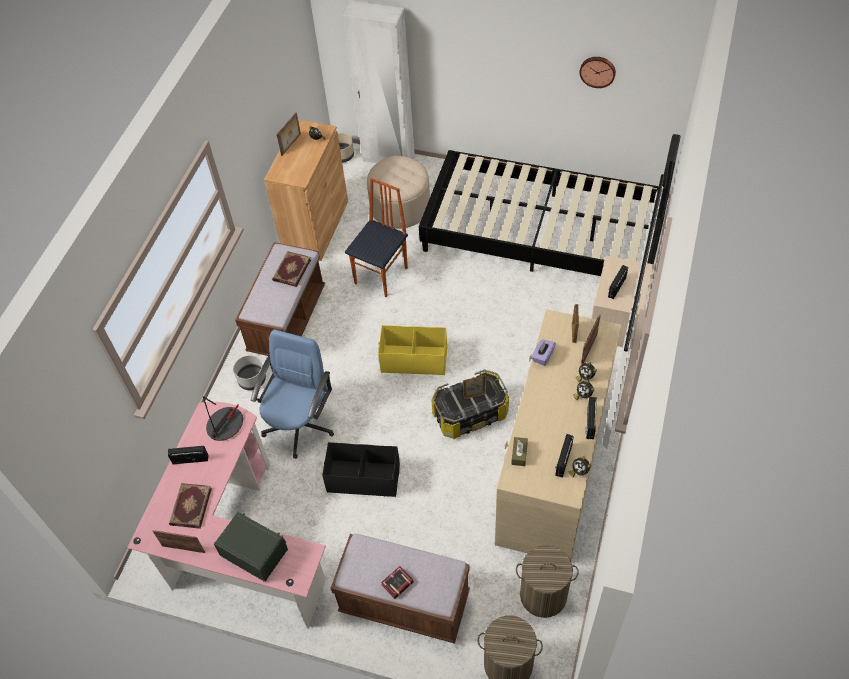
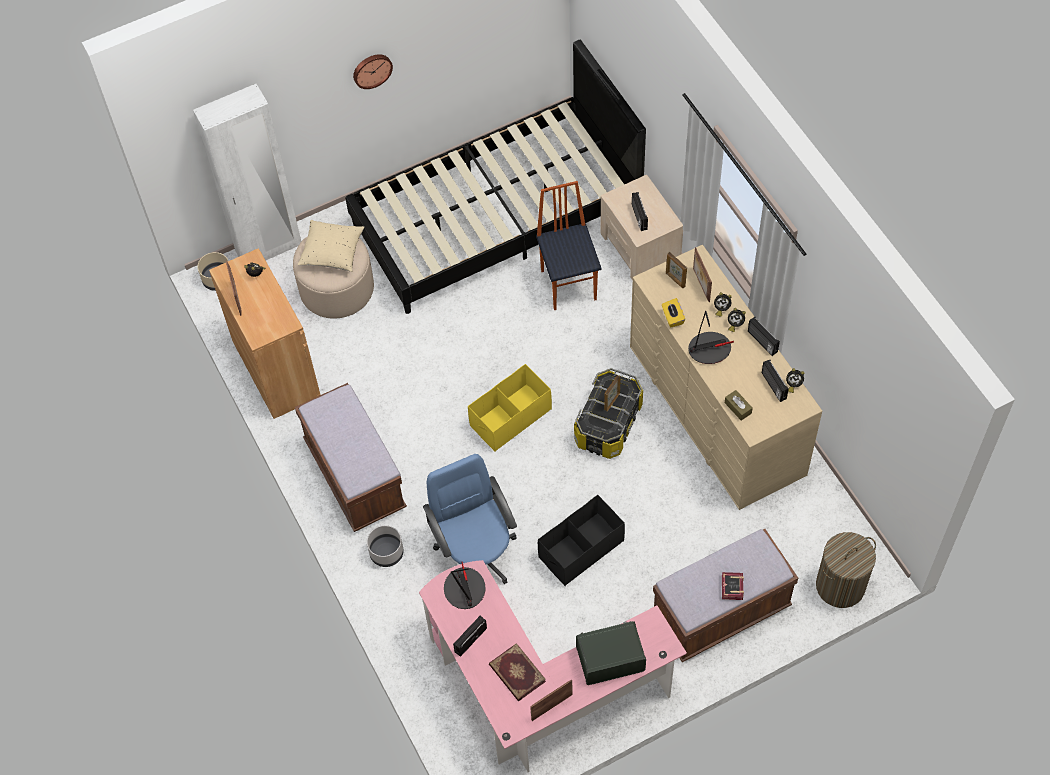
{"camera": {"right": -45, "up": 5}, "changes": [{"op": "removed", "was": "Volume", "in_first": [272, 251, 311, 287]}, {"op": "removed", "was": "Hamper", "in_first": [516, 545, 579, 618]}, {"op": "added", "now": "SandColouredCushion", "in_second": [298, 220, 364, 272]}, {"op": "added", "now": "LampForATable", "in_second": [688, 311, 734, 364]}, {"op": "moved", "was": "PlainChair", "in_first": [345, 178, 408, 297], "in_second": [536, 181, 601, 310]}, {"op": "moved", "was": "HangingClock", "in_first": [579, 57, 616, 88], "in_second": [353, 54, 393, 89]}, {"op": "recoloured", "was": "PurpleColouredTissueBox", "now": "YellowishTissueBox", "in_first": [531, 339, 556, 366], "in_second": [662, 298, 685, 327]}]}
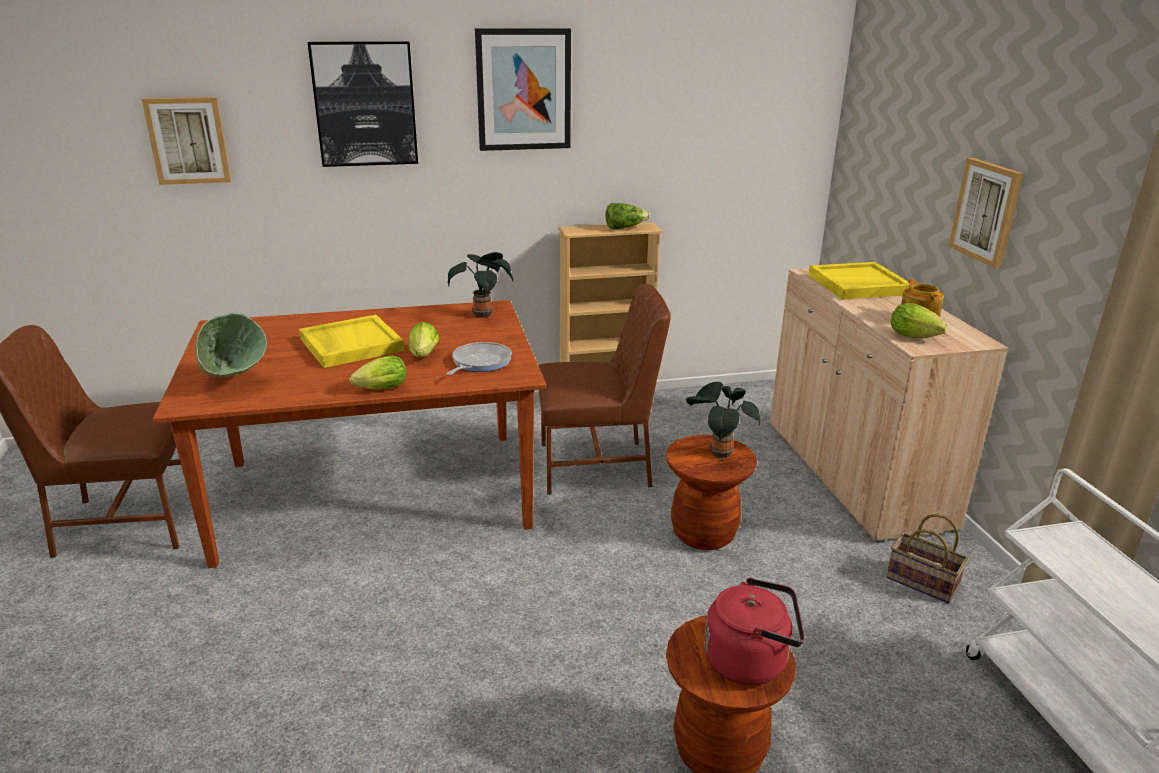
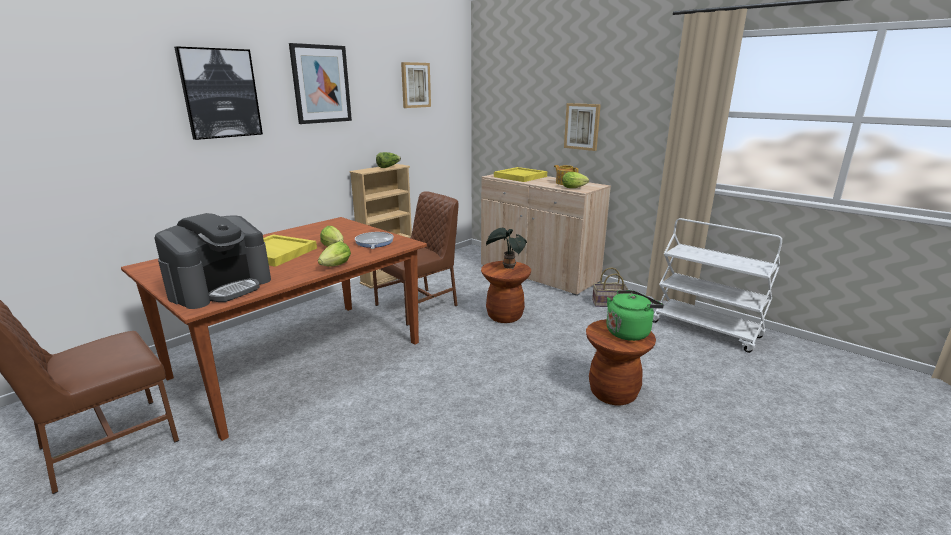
{"camera": {"right": -35, "up": -5}, "changes": [{"op": "removed", "was": "PottedPlant", "in_first": [448, 252, 513, 318]}, {"op": "moved", "was": "WallPicture", "in_first": [142, 97, 231, 185], "in_second": [401, 62, 431, 108]}, {"op": "replaced", "was": "GreenColouredDeepDish", "now": "CoffeeMaker", "in_first": [195, 313, 267, 378], "in_second": [155, 213, 271, 309]}, {"op": "recoloured", "was": "ReddishWaterKettle", "now": "GreenColouredWaterKettle", "in_first": [704, 578, 804, 685], "in_second": [606, 290, 664, 341]}]}
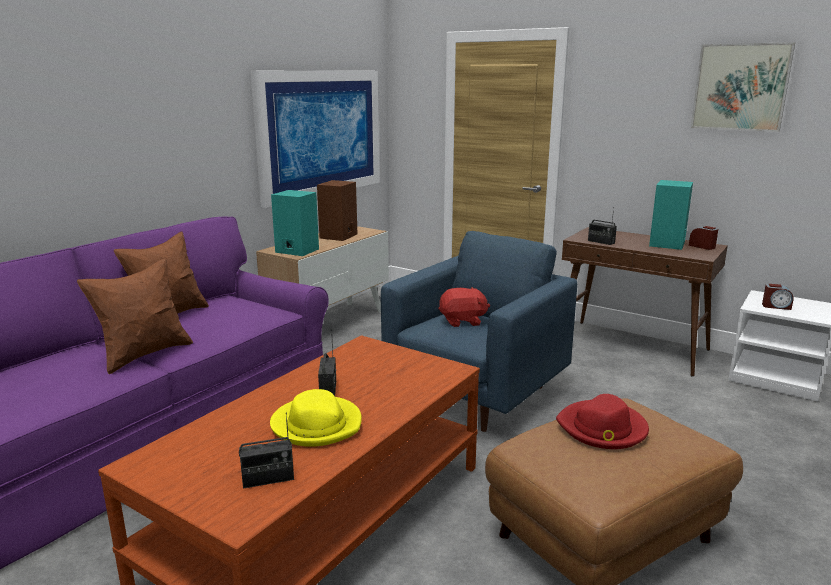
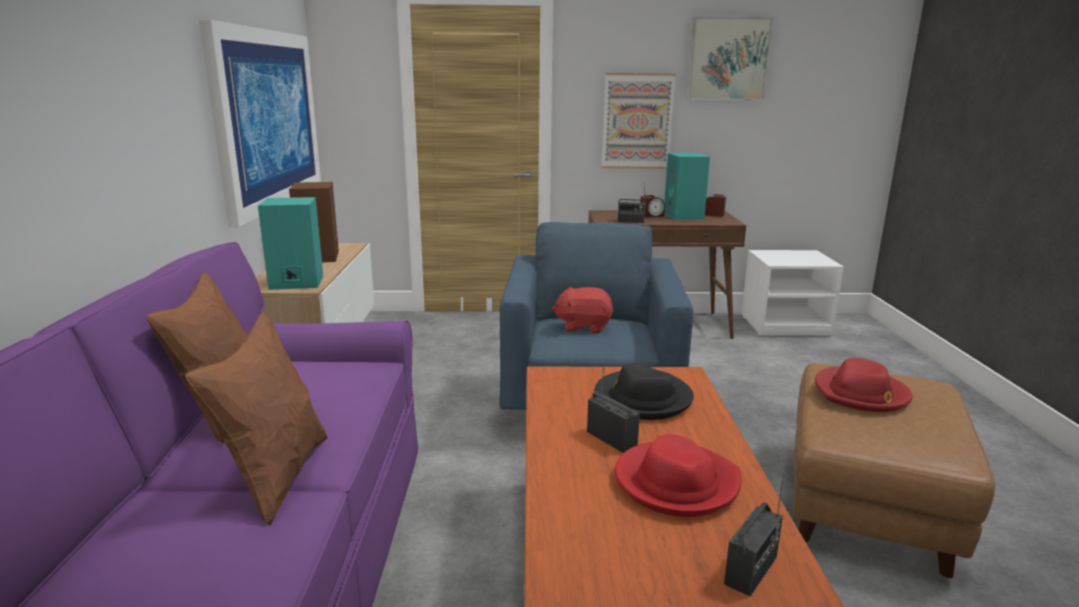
{"camera": {"right": -35, "up": 0}, "changes": [{"op": "added", "now": "BlackColouredClothingHat", "in_second": [595, 363, 694, 420]}, {"op": "added", "now": "WallPicture", "in_second": [602, 73, 676, 169]}, {"op": "moved", "was": "TableClock", "in_first": [762, 284, 794, 310], "in_second": [640, 195, 665, 217]}, {"op": "recoloured", "was": "YellowishClothingHat", "now": "ReddishClothingHat", "in_first": [270, 389, 362, 447], "in_second": [615, 434, 742, 517]}, {"op": "turned", "was": "ReddishPlushToy", "in_first": [439, 287, 490, 327], "in_second": [552, 287, 614, 333], "clockwise": -135}]}
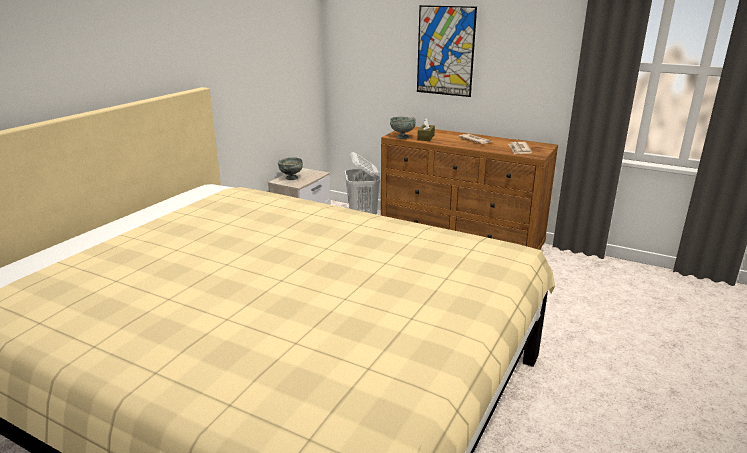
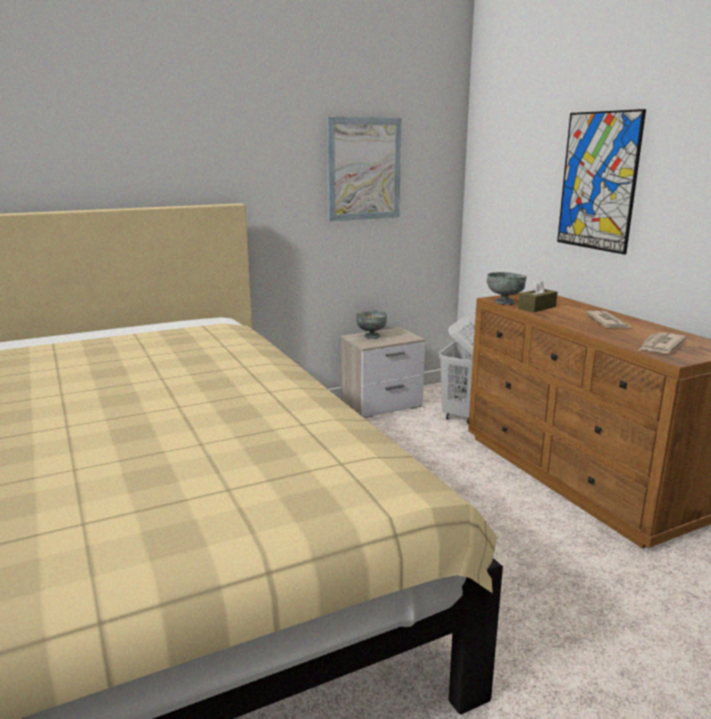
{"camera": {"right": 35, "up": -5}, "changes": [{"op": "added", "now": "WallPicture", "in_second": [327, 117, 402, 221]}]}
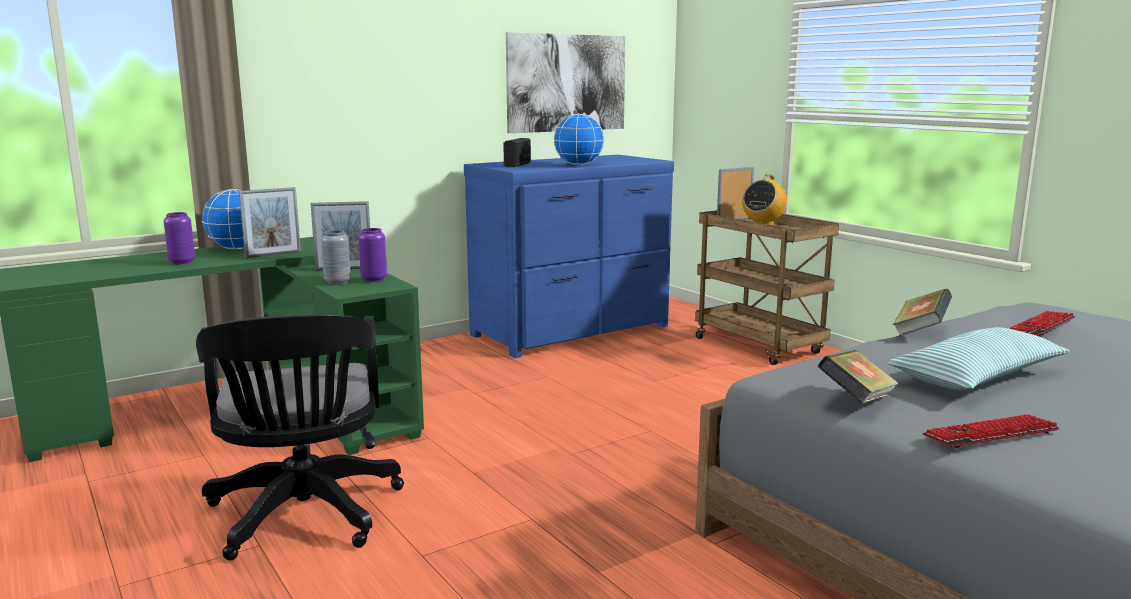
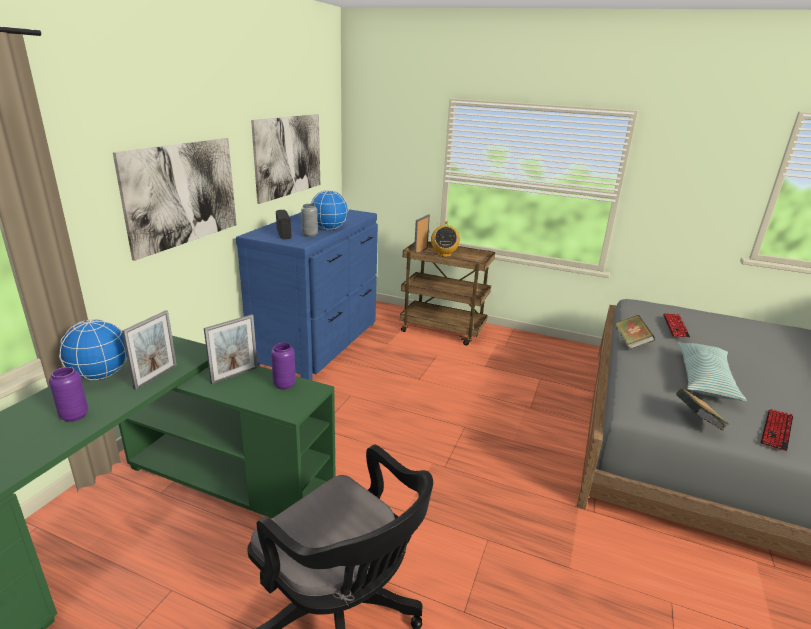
{"camera": {"right": -35, "up": 10}, "changes": [{"op": "added", "now": "WallPicture", "in_second": [113, 138, 236, 261]}, {"op": "moved", "was": "GreyFlowerVase", "in_first": [321, 230, 351, 285], "in_second": [301, 204, 318, 237]}]}
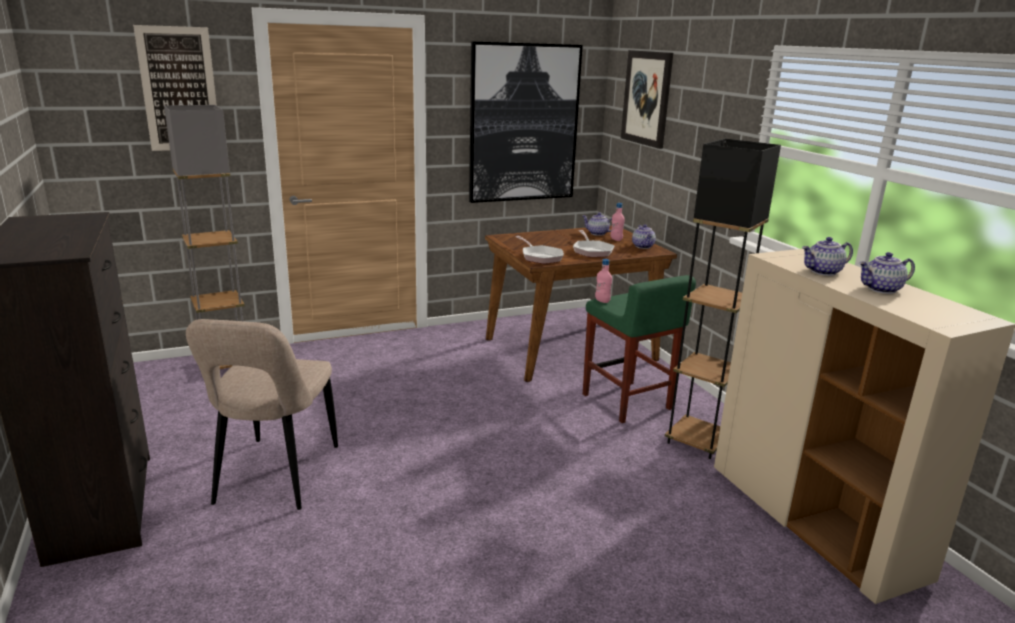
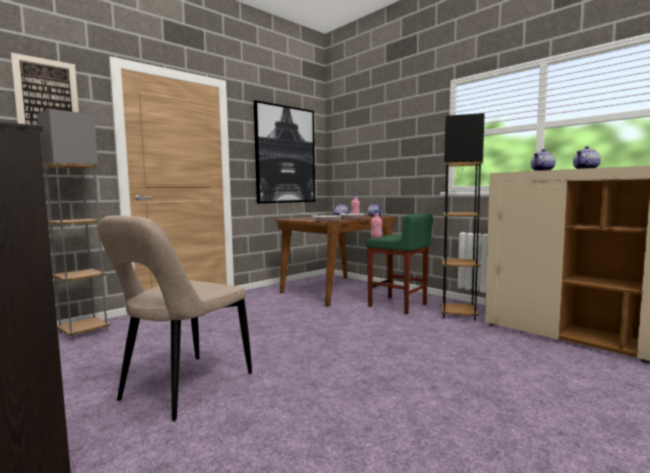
{"camera": {"right": -20, "up": -15}, "changes": [{"op": "removed", "was": "WallPicture", "in_first": [621, 50, 673, 149]}, {"op": "turned", "was": "SandColouredPlainChair", "in_first": [186, 319, 338, 510], "in_second": [97, 215, 252, 421], "clockwise": 45}]}
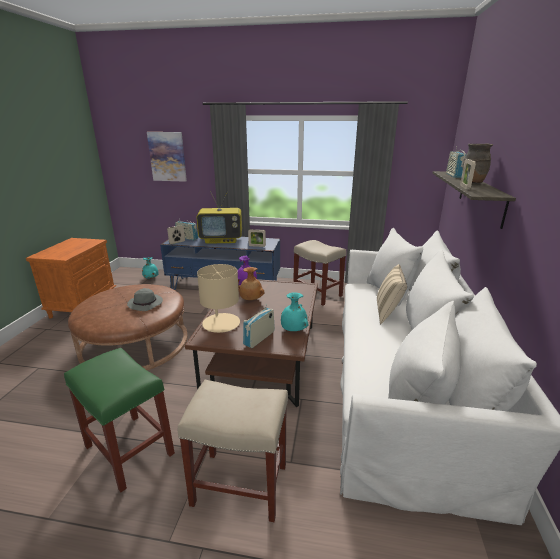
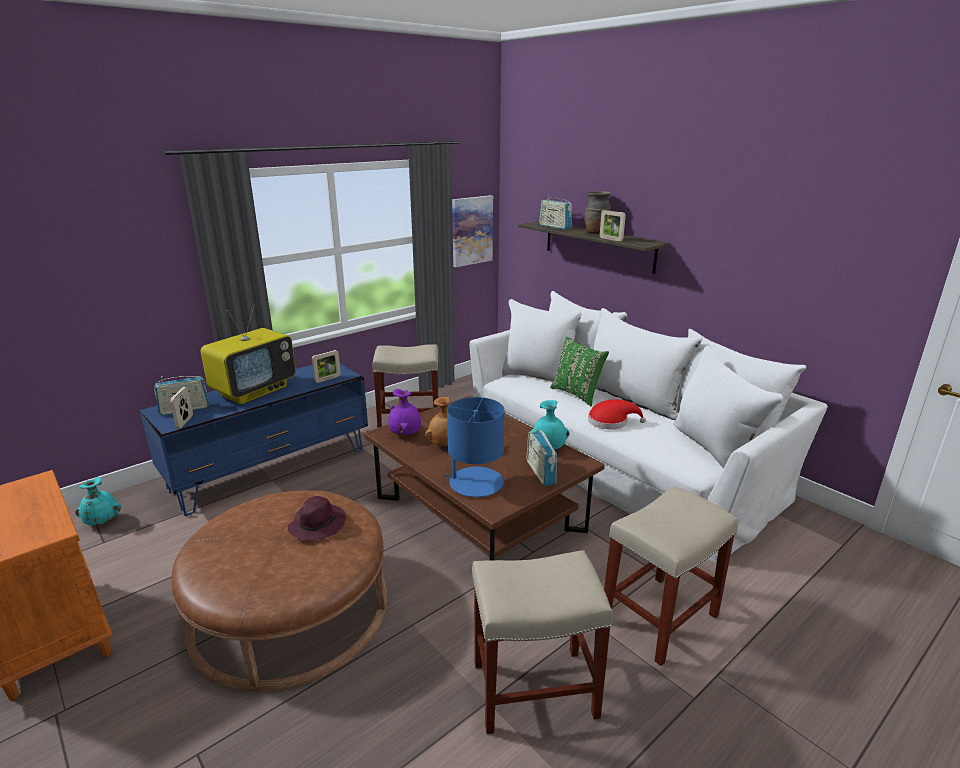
{"camera": {"right": -50, "up": 0}, "changes": [{"op": "added", "now": "ReddishClothingHat", "in_second": [588, 399, 646, 429]}, {"op": "moved", "was": "WallPicture", "in_first": [147, 132, 187, 182], "in_second": [452, 195, 493, 267]}, {"op": "recoloured", "was": "GreenColouredStool", "now": "SandColouredStool", "in_first": [64, 348, 175, 492], "in_second": [472, 550, 613, 734]}, {"op": "recoloured", "was": "GreyClothingHat", "now": "PurpleColouredClothingHat", "in_first": [127, 288, 163, 311], "in_second": [287, 496, 346, 540]}, {"op": "recoloured", "was": "SandColouredLampForATable", "now": "BluishLampForATable", "in_first": [197, 264, 240, 333], "in_second": [443, 397, 504, 498]}, {"op": "recoloured", "was": "SandColouredCushion", "now": "GreenColouredCushion", "in_first": [377, 264, 407, 324], "in_second": [550, 337, 609, 407]}]}
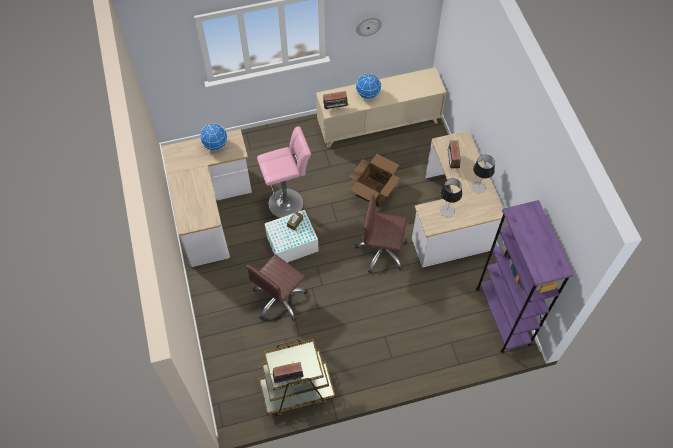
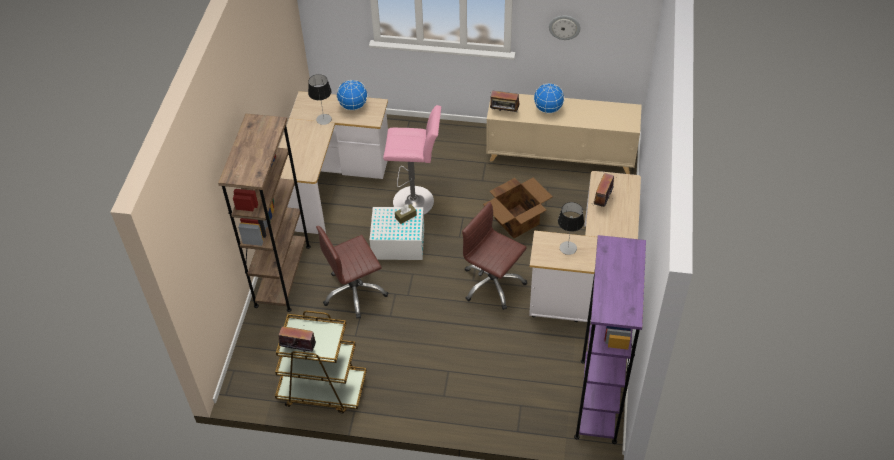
{"camera": {"right": 25, "up": -10}, "changes": [{"op": "added", "now": "BrownishBookshelf", "in_second": [218, 114, 311, 312]}, {"op": "moved", "was": "LampForATable", "in_first": [472, 155, 495, 194], "in_second": [308, 74, 332, 125]}]}
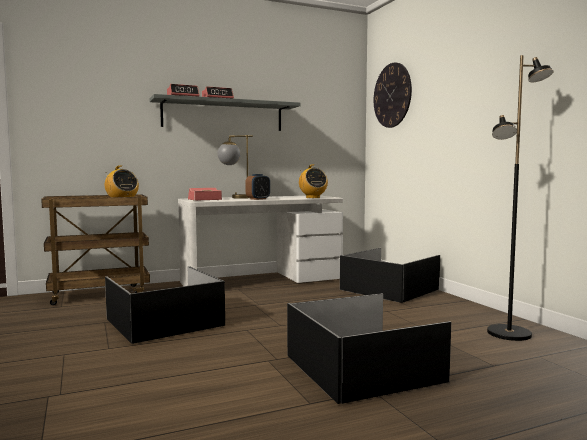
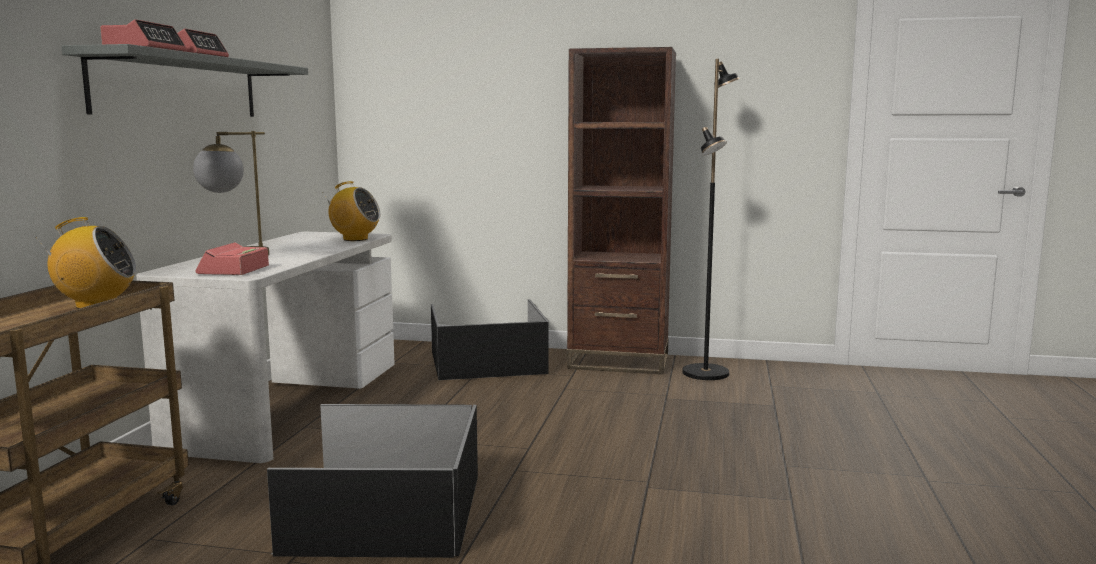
{"camera": {"right": -55, "up": 5}, "changes": [{"op": "removed", "was": "TableClock", "in_first": [245, 174, 270, 200]}, {"op": "removed", "was": "BlackColouredStorageBox", "in_first": [287, 293, 451, 404]}, {"op": "removed", "was": "HangingClock", "in_first": [374, 63, 412, 128]}, {"op": "added", "now": "BrownishBookshelf", "in_second": [567, 47, 676, 375]}]}
